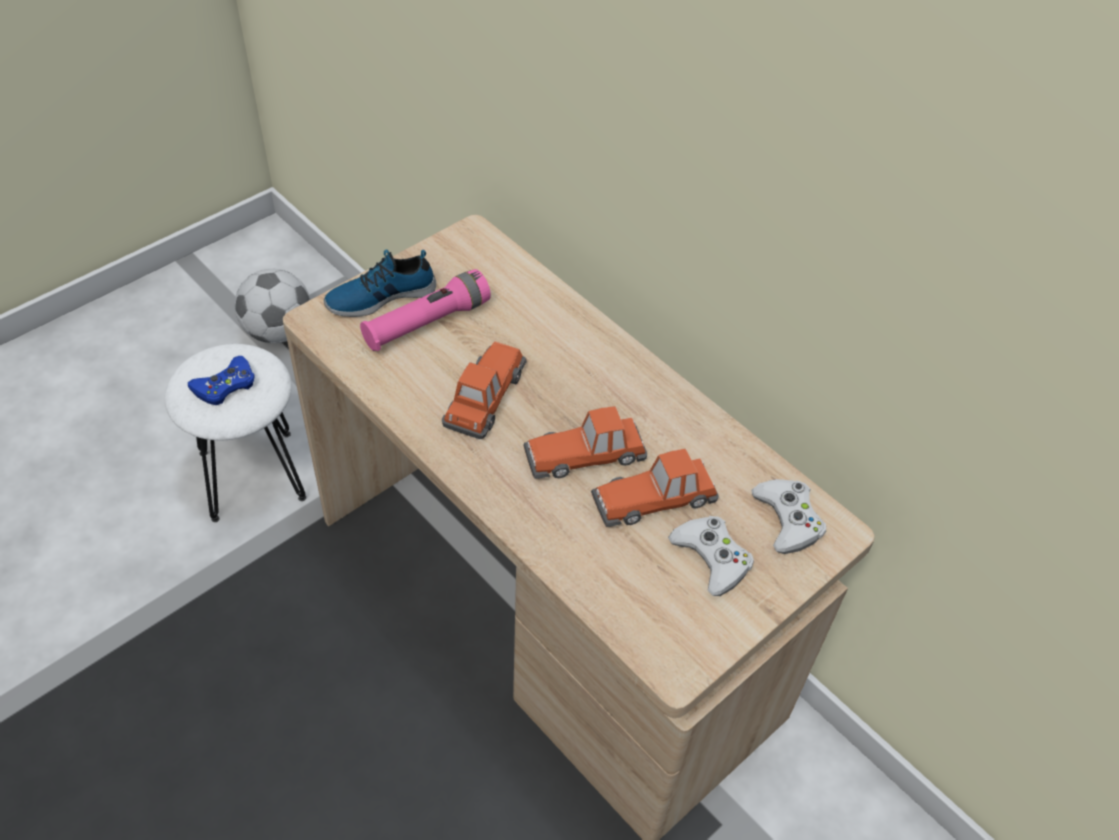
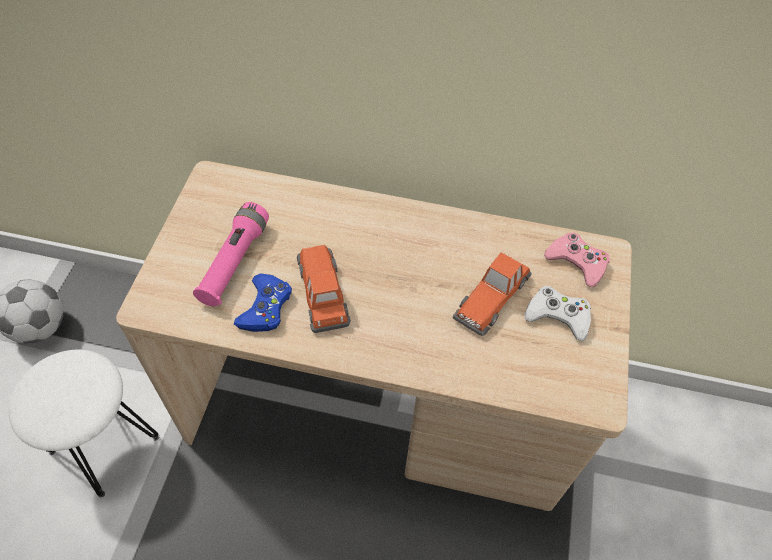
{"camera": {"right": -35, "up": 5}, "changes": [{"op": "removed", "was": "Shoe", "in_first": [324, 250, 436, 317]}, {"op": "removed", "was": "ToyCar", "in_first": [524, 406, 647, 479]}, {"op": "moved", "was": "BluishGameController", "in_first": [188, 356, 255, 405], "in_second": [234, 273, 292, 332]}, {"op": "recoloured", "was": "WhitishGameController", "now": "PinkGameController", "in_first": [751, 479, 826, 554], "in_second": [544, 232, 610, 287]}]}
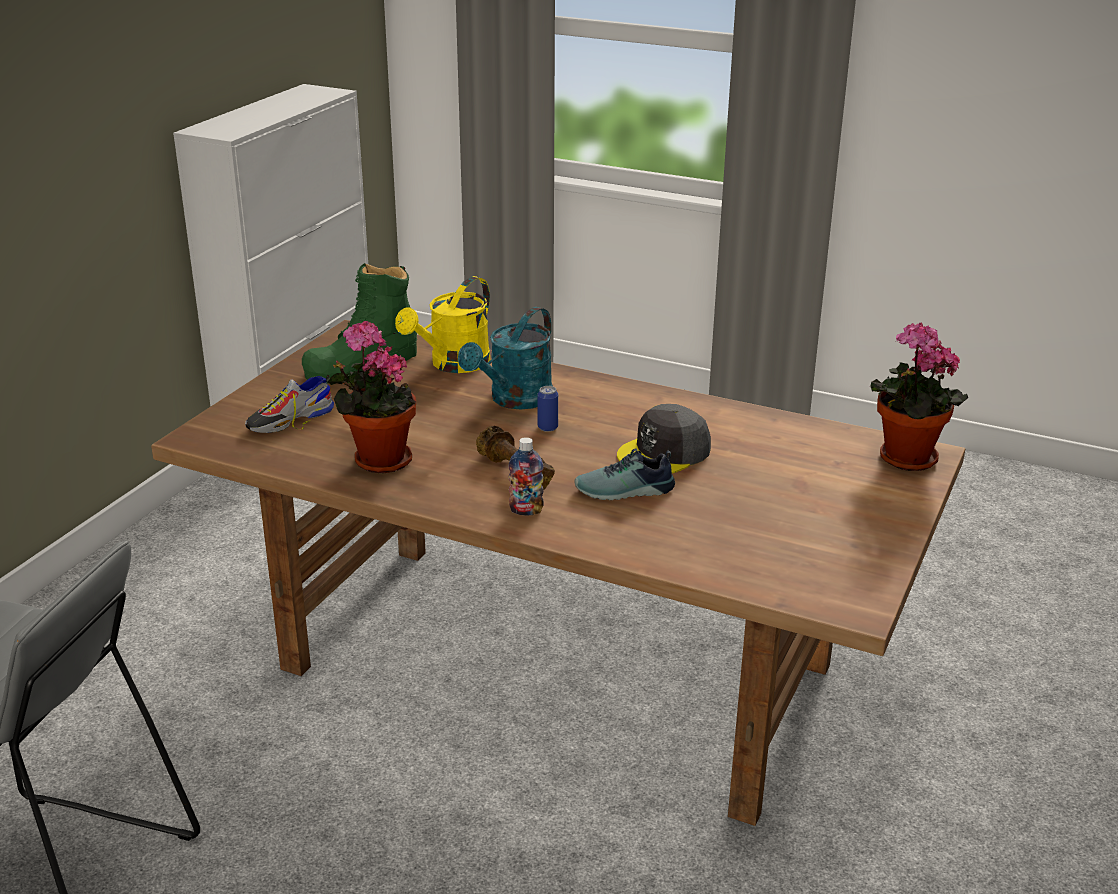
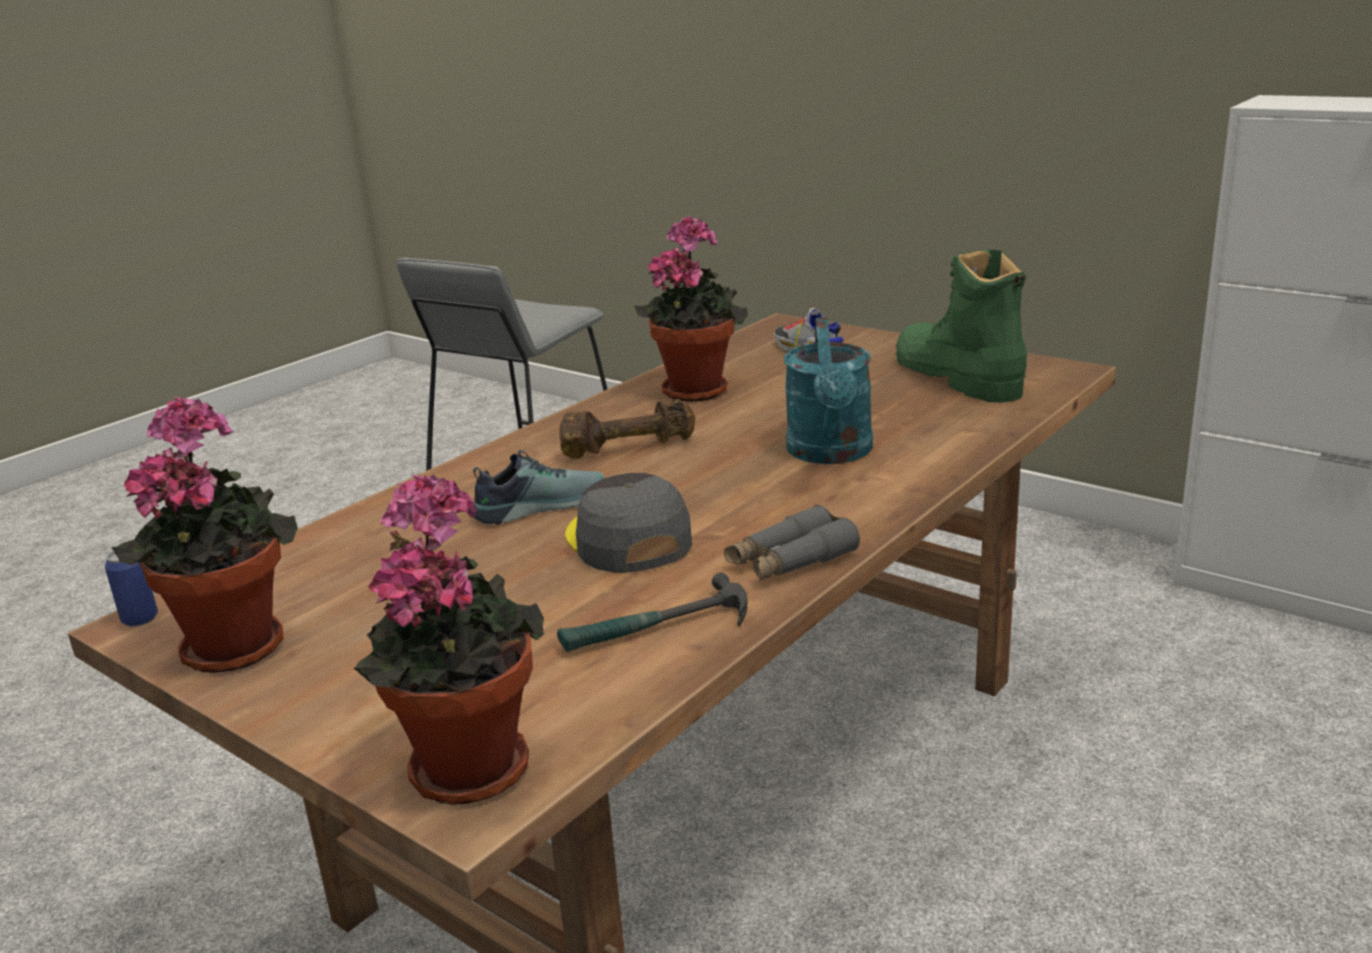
{"camera": {"right": 105, "up": -5}, "changes": [{"op": "removed", "was": "YellowishWateringPot", "in_first": [395, 276, 490, 373]}, {"op": "removed", "was": "Bottle", "in_first": [508, 437, 544, 515]}, {"op": "added", "now": "PottedPlant", "in_second": [111, 396, 298, 673]}, {"op": "added", "now": "Hammer", "in_second": [557, 572, 747, 652]}, {"op": "added", "now": "GreyPairOfBinoculars", "in_second": [724, 505, 860, 581]}, {"op": "moved", "was": "MetalCan", "in_first": [538, 386, 558, 432], "in_second": [105, 551, 158, 627]}, {"op": "turned", "was": "BlueGreenWateringPot", "in_first": [458, 307, 553, 410], "in_second": [784, 317, 873, 464], "clockwise": -135}, {"op": "turned", "was": "Shoe", "in_first": [574, 448, 675, 500], "in_second": [473, 450, 605, 525], "clockwise": 60}]}
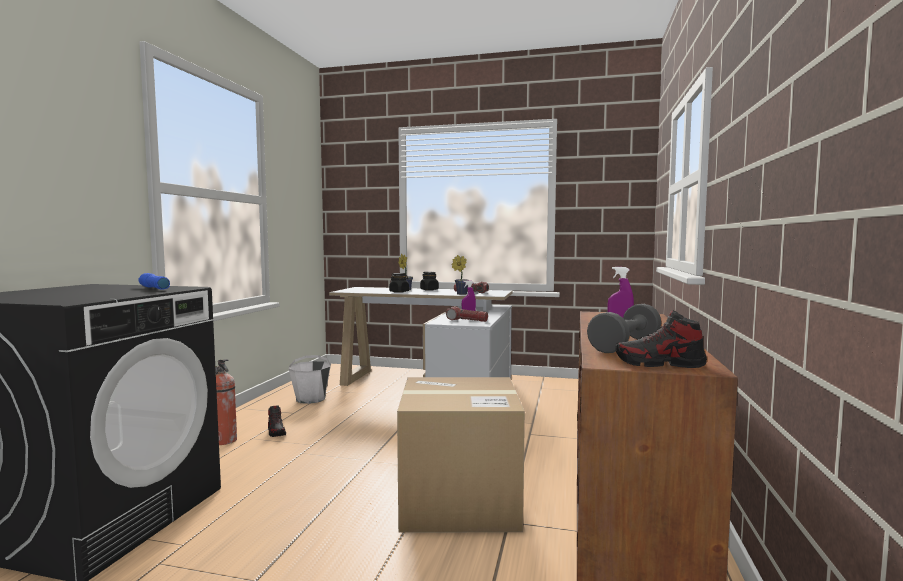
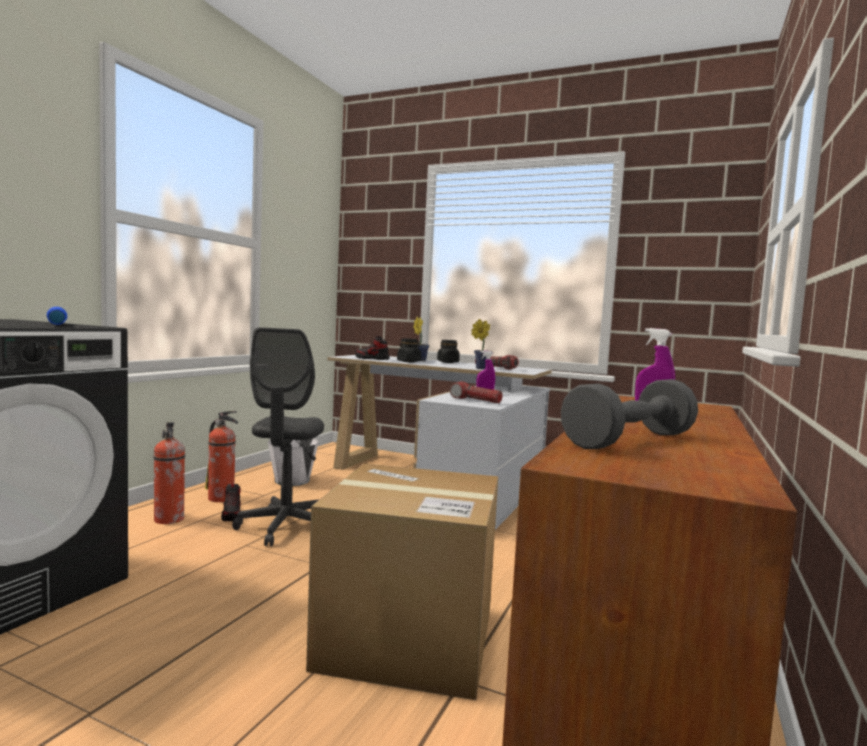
{"camera": {"right": 10, "up": 0}, "changes": [{"op": "added", "now": "FireExtinguisher", "in_second": [205, 411, 238, 502]}, {"op": "added", "now": "GreyOfficeChair", "in_second": [232, 327, 324, 546]}, {"op": "moved", "was": "Shoe", "in_first": [616, 310, 707, 368], "in_second": [355, 336, 389, 360]}]}
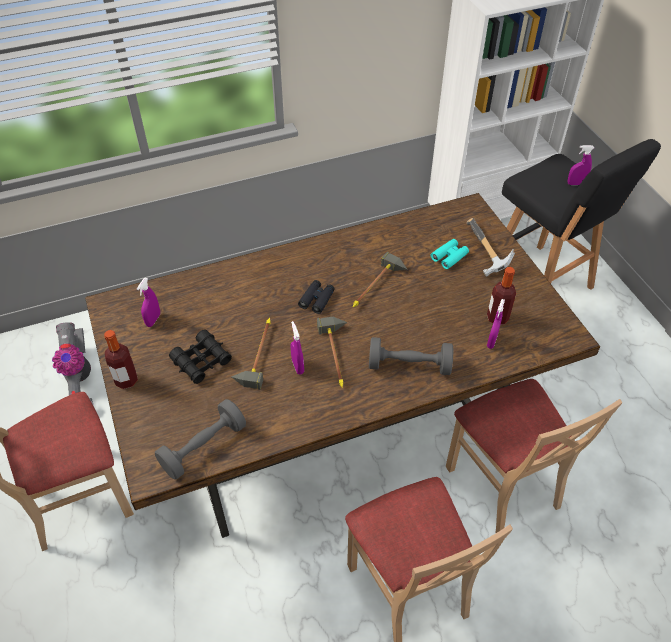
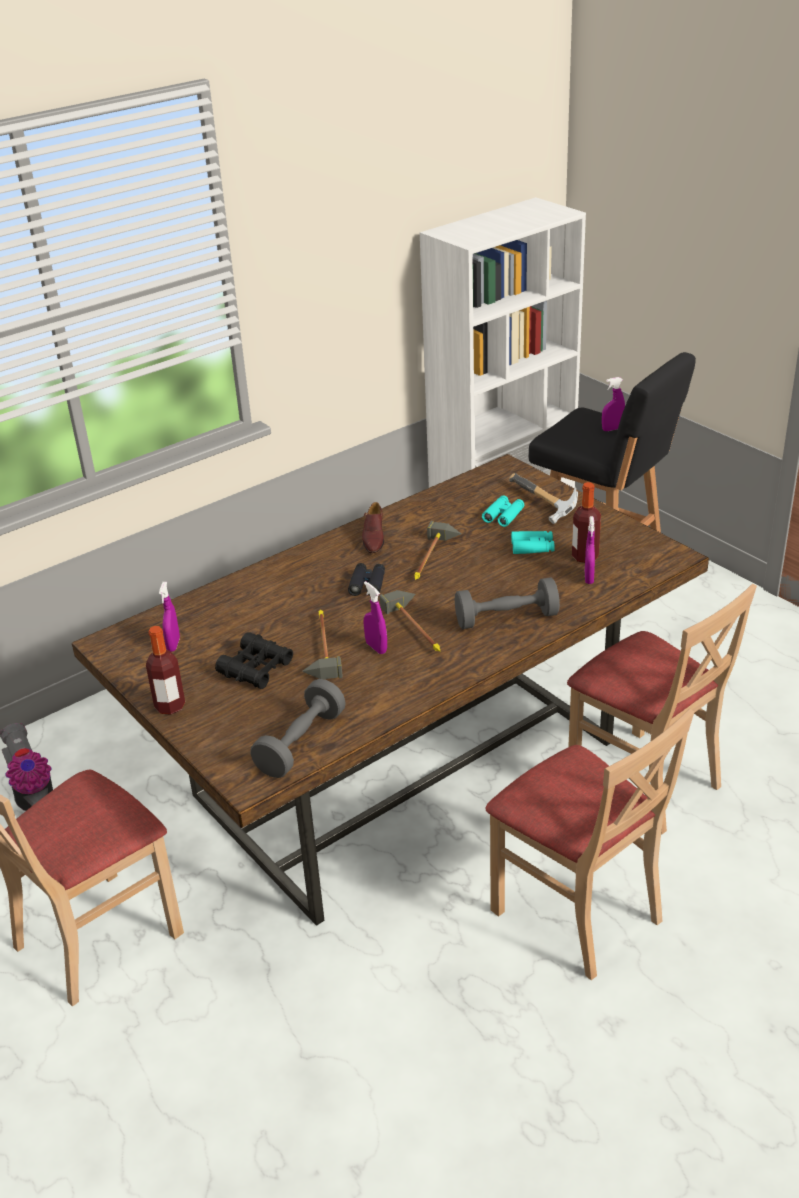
{"camera": {"right": -15, "up": -15}, "changes": [{"op": "added", "now": "BrownishShoe", "in_second": [362, 502, 384, 553]}, {"op": "added", "now": "BlueGreenPairOfBinoculars", "in_second": [511, 531, 555, 554]}]}
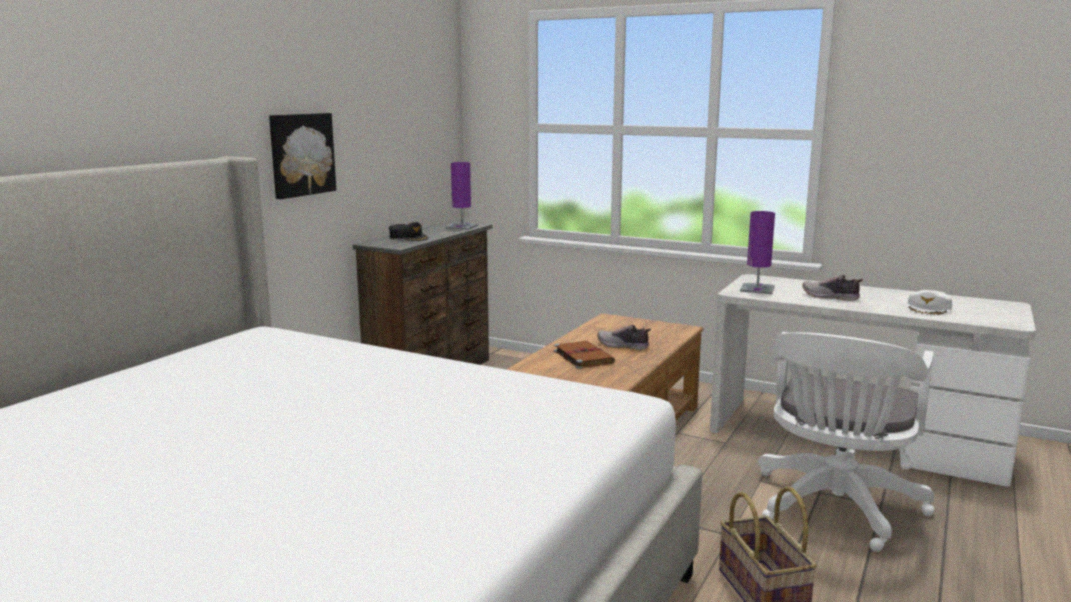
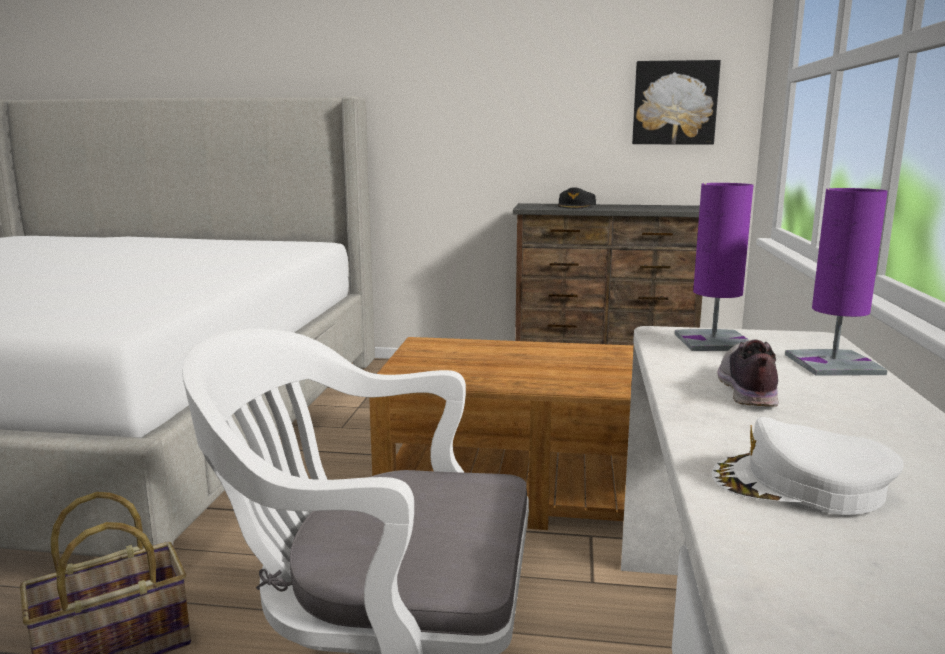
{"camera": {"right": 70, "up": 0}, "changes": [{"op": "removed", "was": "BrownishVolume", "in_first": [554, 341, 615, 369]}, {"op": "removed", "was": "Shoe", "in_first": [597, 325, 651, 350]}, {"op": "moved", "was": "WallPicture", "in_first": [269, 113, 336, 199], "in_second": [632, 60, 721, 144]}, {"op": "moved", "was": "PurpleColouredLampForATable", "in_first": [445, 162, 479, 230], "in_second": [785, 188, 888, 376]}]}
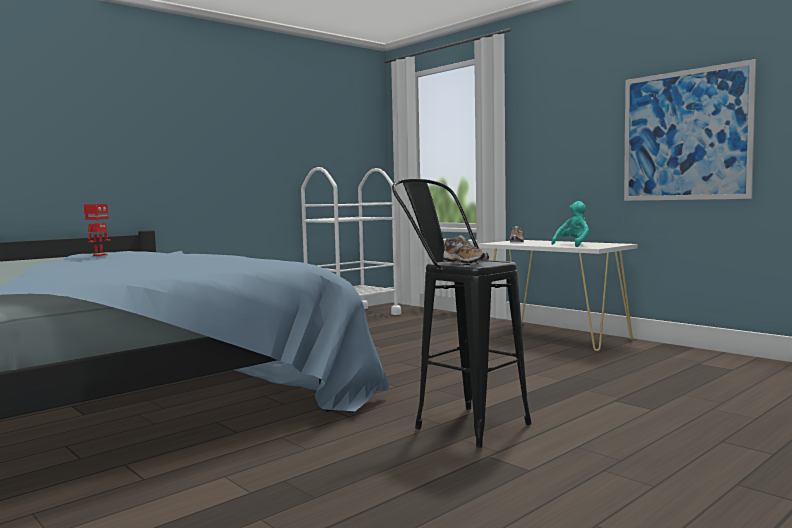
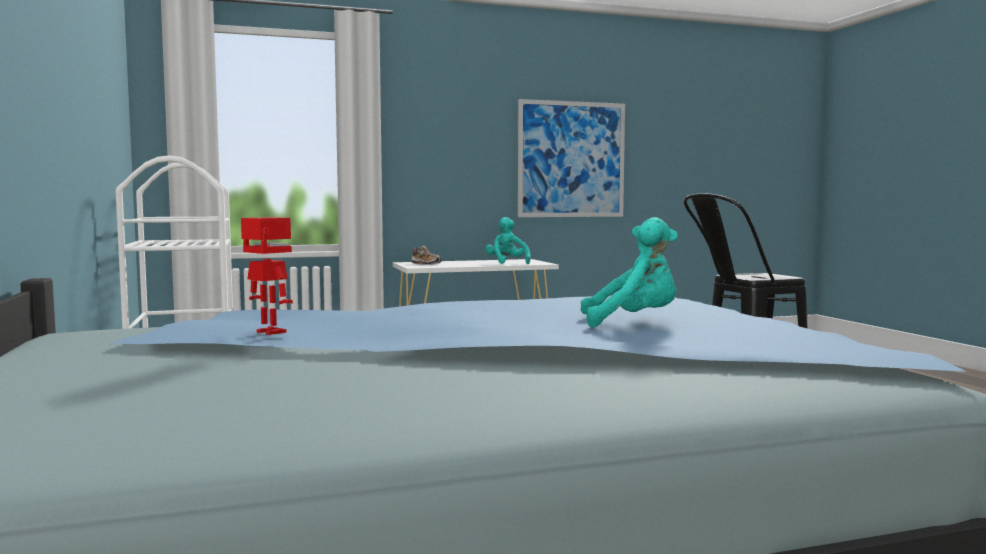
{"camera": {"right": -65, "up": 0}, "changes": [{"op": "removed", "was": "Shoe", "in_first": [443, 235, 489, 265]}, {"op": "added", "now": "BlueGreenPlushToy", "in_second": [581, 217, 678, 328]}]}
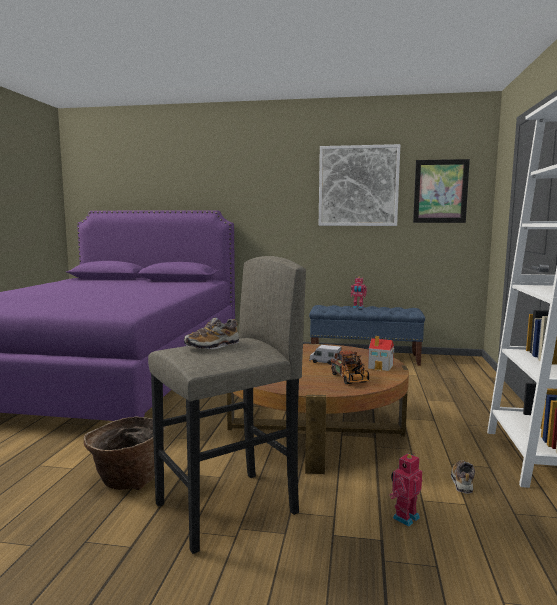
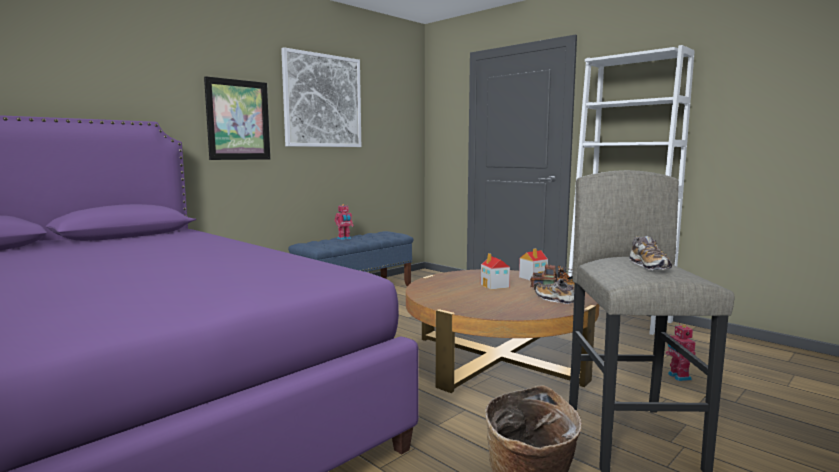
{"camera": {"right": -55, "up": 0}, "changes": [{"op": "moved", "was": "WallPicture", "in_first": [413, 159, 470, 223], "in_second": [204, 76, 270, 160]}, {"op": "moved", "was": "Shoe", "in_first": [451, 460, 475, 494], "in_second": [535, 279, 574, 304]}, {"op": "replaced", "was": "ToyTruck", "now": "MiniatureHouse", "in_first": [309, 345, 341, 365], "in_second": [481, 253, 510, 290]}]}
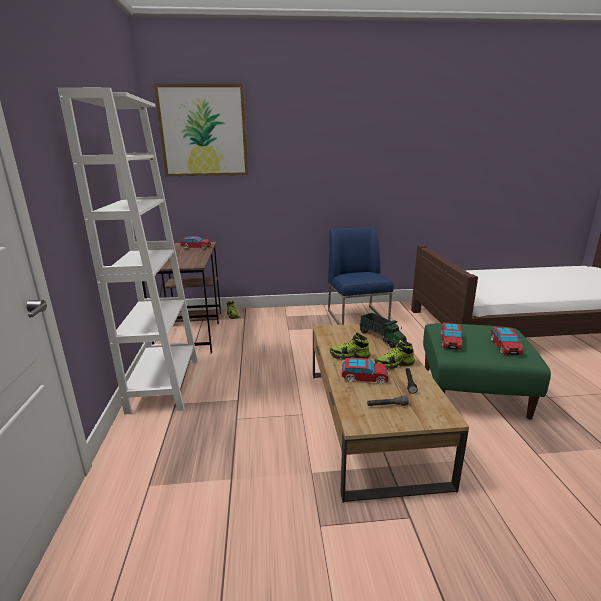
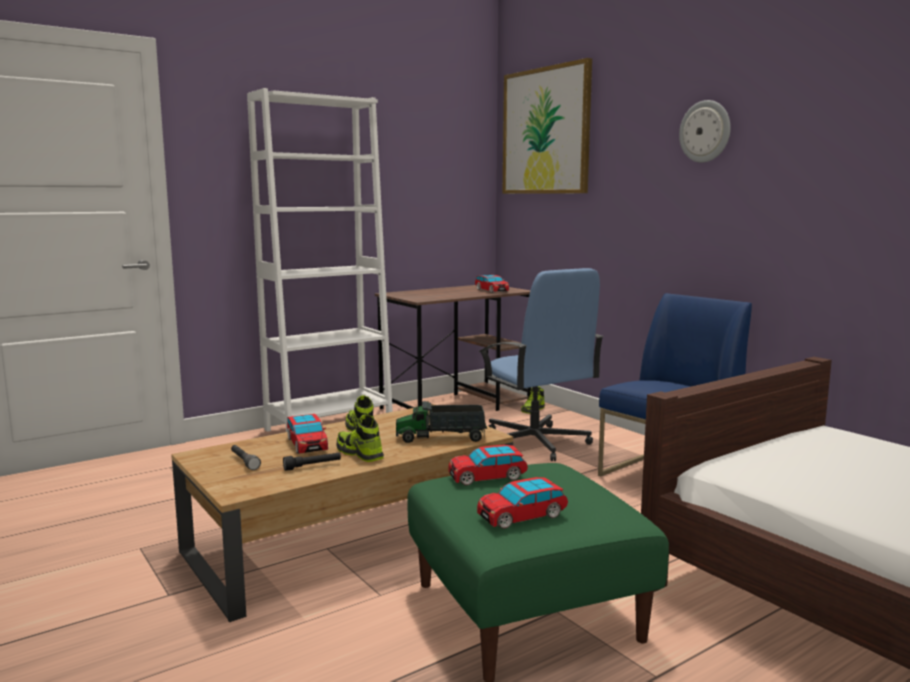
{"camera": {"right": 60, "up": -10}, "changes": [{"op": "added", "now": "BluishOfficeChair", "in_second": [479, 268, 604, 461]}, {"op": "added", "now": "HangingClock", "in_second": [679, 100, 731, 163]}, {"op": "turned", "was": "ToyTruck", "in_first": [360, 313, 407, 348], "in_second": [396, 401, 487, 443], "clockwise": 60}]}
